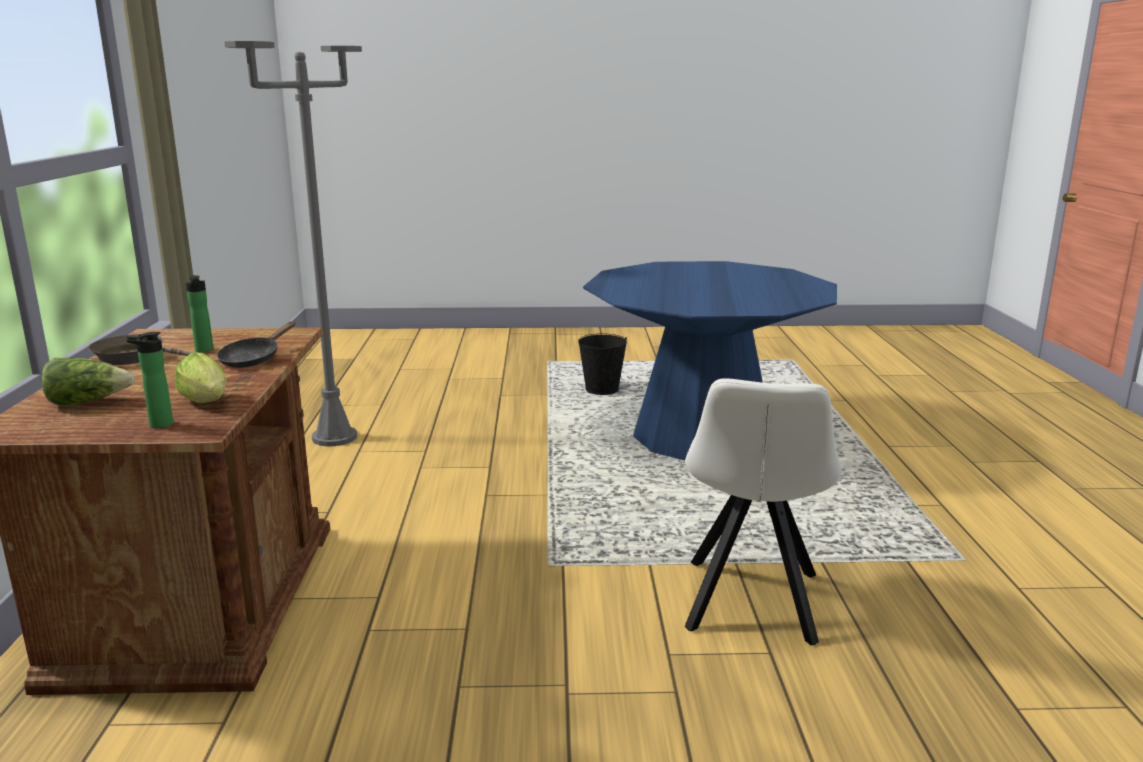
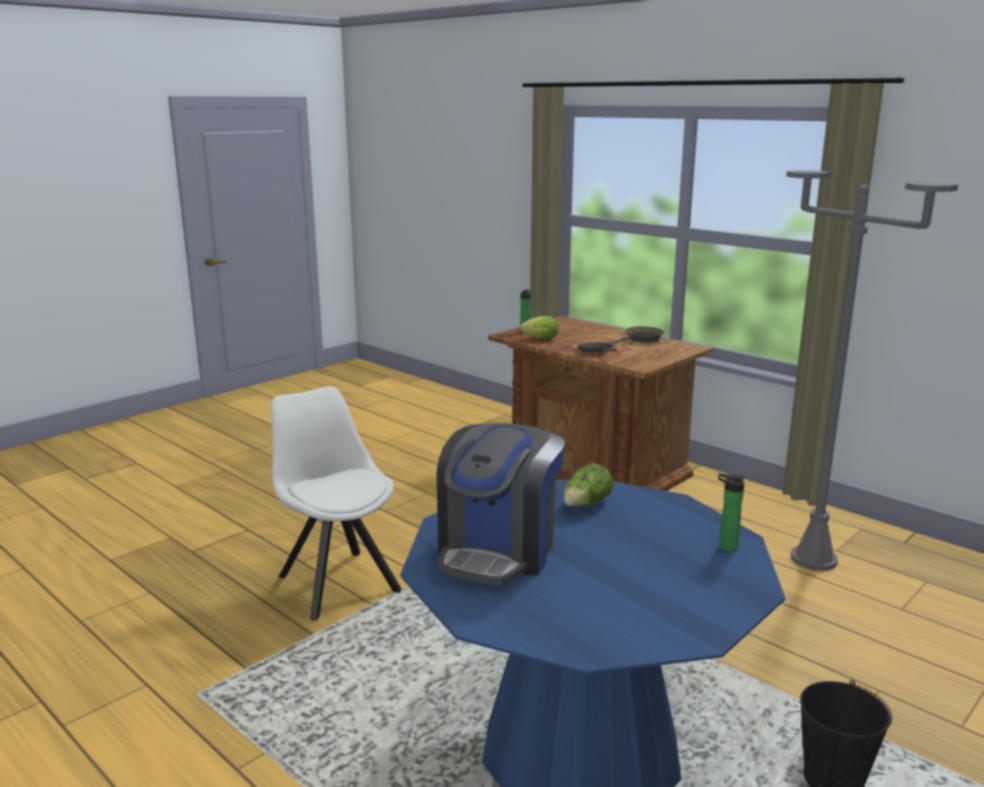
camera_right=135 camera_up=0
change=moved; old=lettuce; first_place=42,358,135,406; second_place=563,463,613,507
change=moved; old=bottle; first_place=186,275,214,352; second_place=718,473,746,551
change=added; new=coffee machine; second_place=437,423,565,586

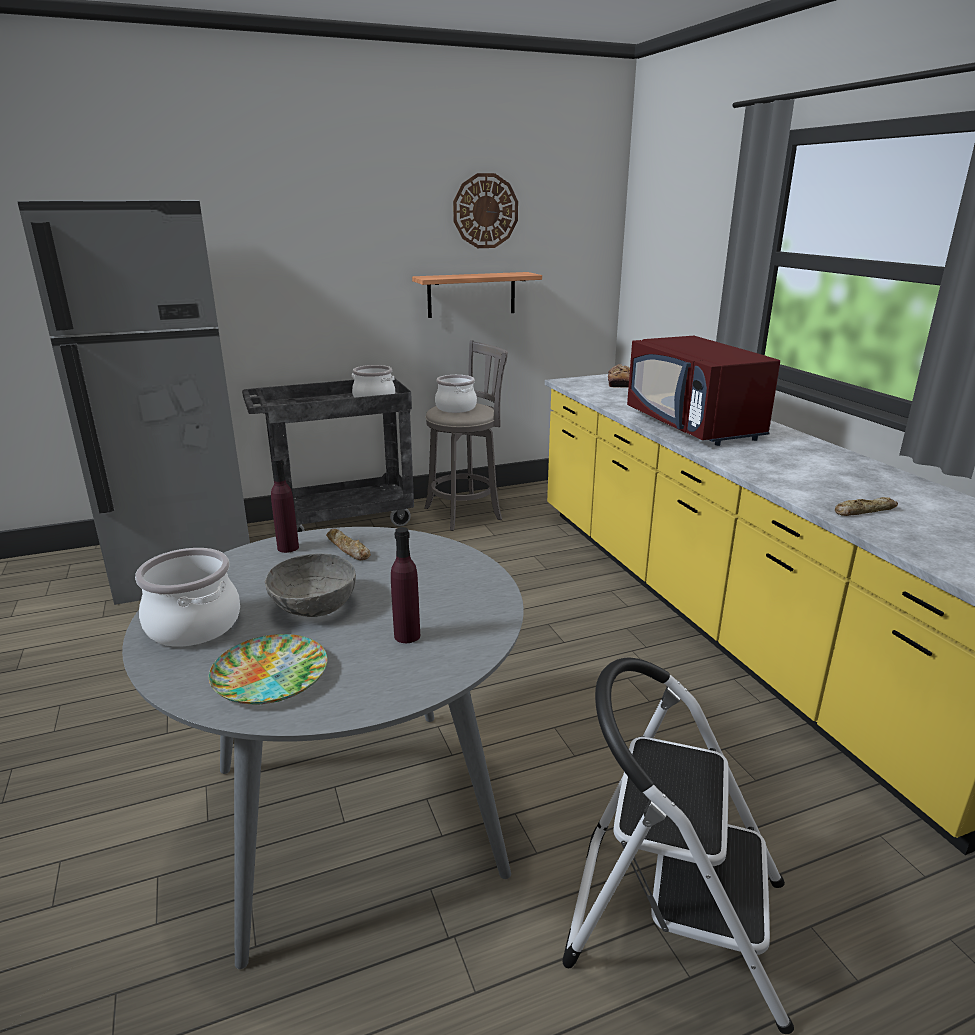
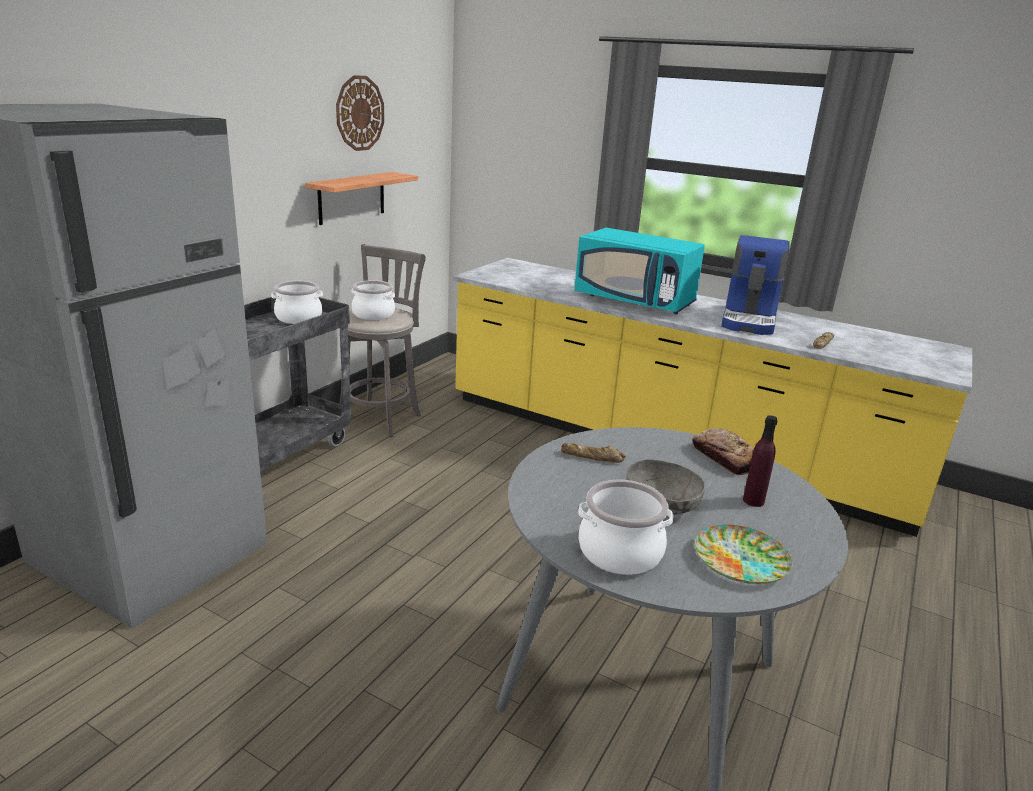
camera_right=-40 camera_up=0
change=removed; old=purple bottle; first_place=271,458,299,553
change=removed; old=step ladder; first_place=563,658,794,1034
change=moved; old=bread; first_place=608,364,630,388; second_place=692,428,754,475
change=recoloured; old=red microwave; new=turquoise microwave; first_place=627,336,780,446; second_place=574,228,705,314
change=added; new=coffee machine; second_place=721,235,790,335

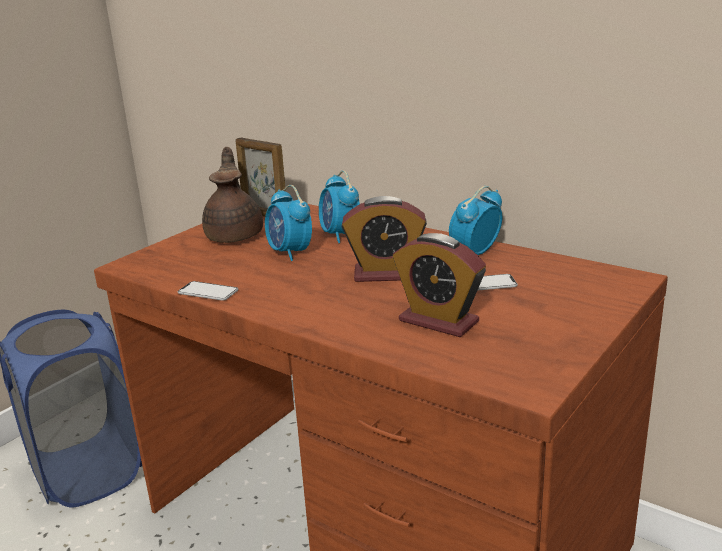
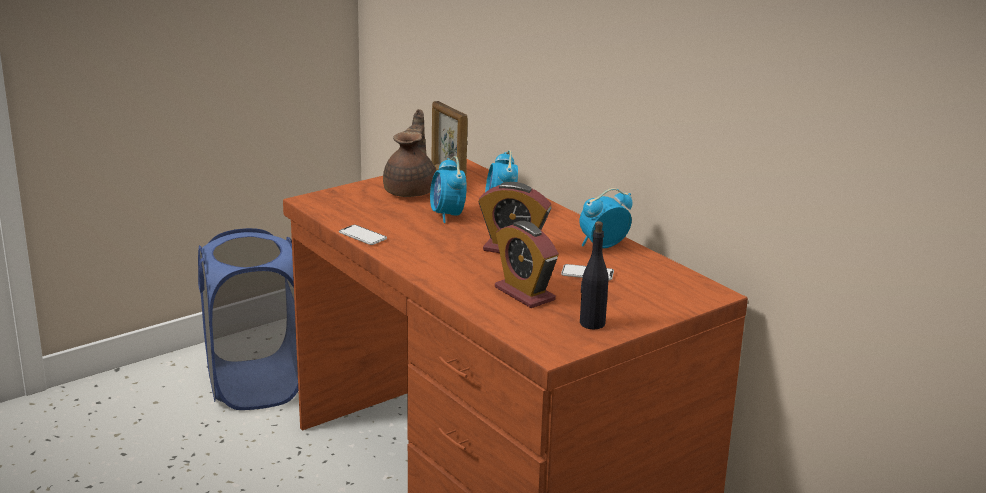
camera_right=15 camera_up=0
change=added; new=black bottle; second_place=580,221,609,330

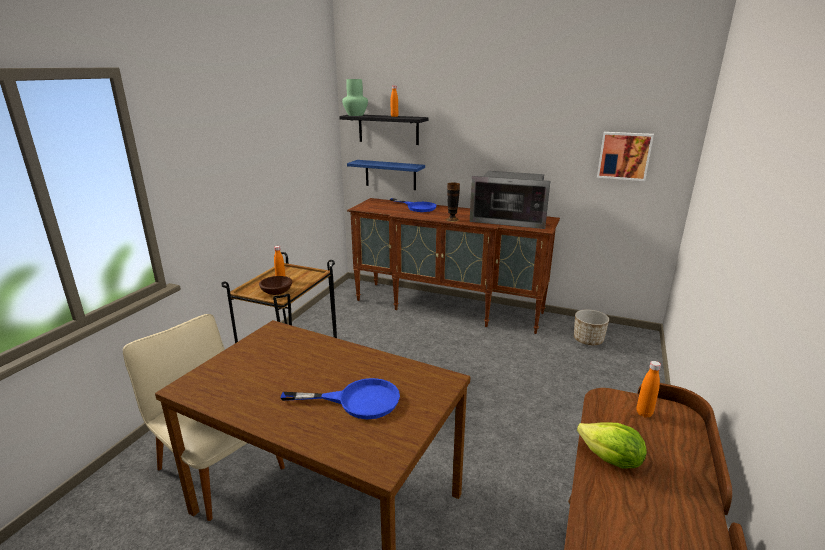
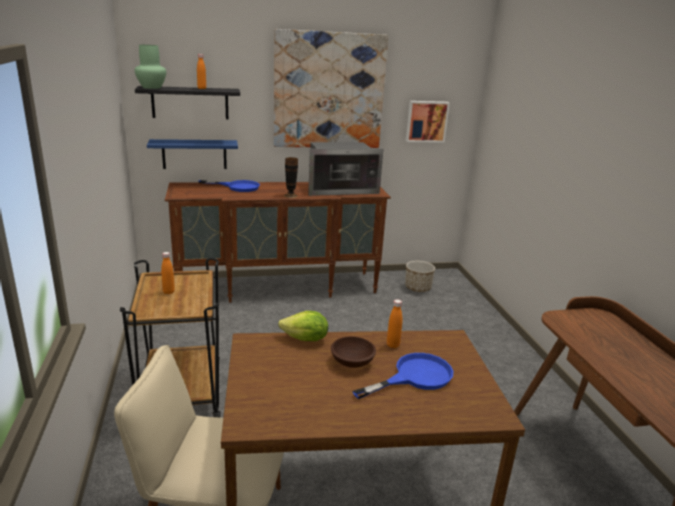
camera_right=-35 camera_up=0
change=moved; old=brown bowl; first_place=259,276,292,295; second_place=331,337,376,368
change=moved; old=lettuce; first_place=577,422,647,469; second_place=278,311,328,341
change=moved; old=orange bottle; first_place=636,361,661,418; second_place=387,299,402,348
change=added; new=picture; second_place=273,29,388,148

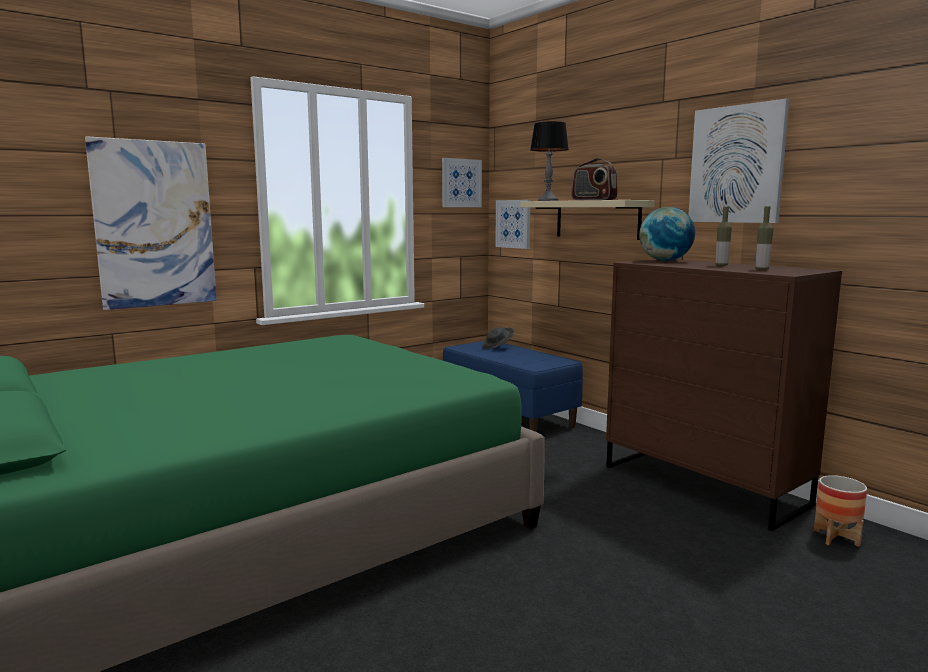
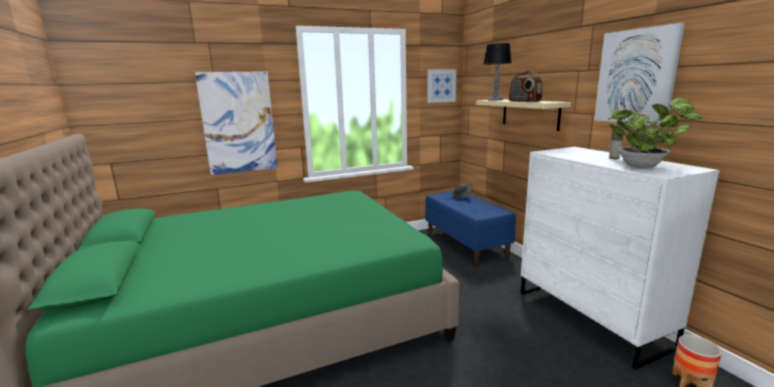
camera_right=15 camera_up=5
change=removed; old=picture; first_place=495,200,531,249
change=recoloured; old=brown dresser; new=white dresser; first_place=606,259,842,531; second_place=521,147,720,369
change=removed; old=globe; first_place=639,207,695,261
change=replaced; old=bottle; new=potted plant; first_place=755,206,773,270; second_place=608,98,703,168

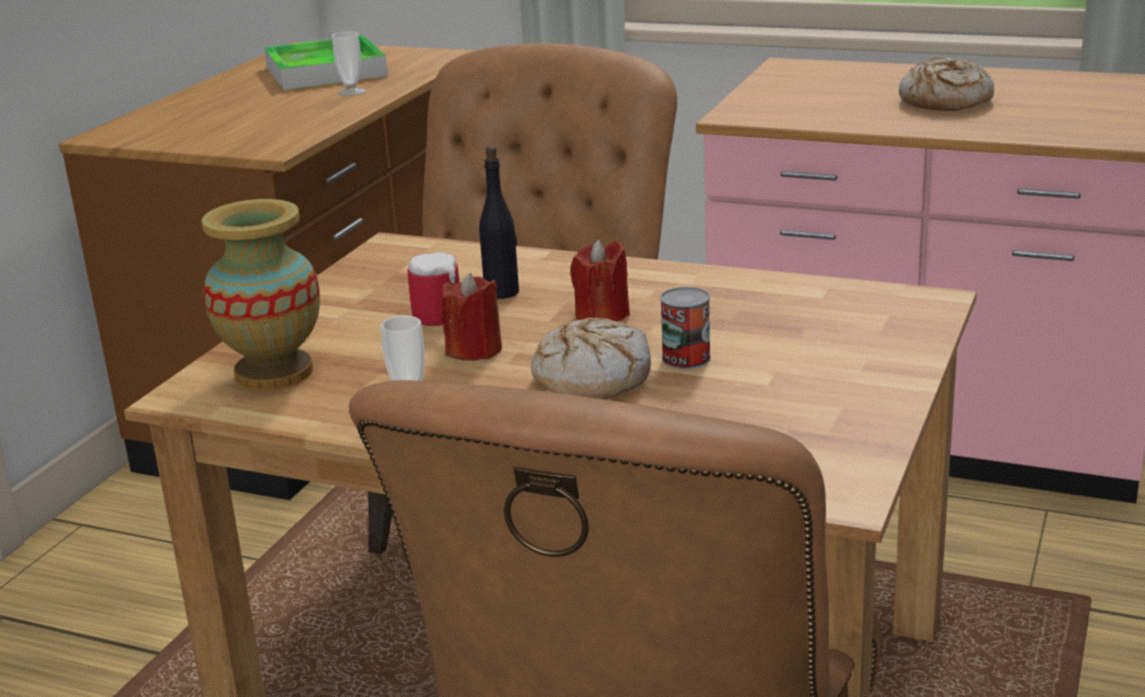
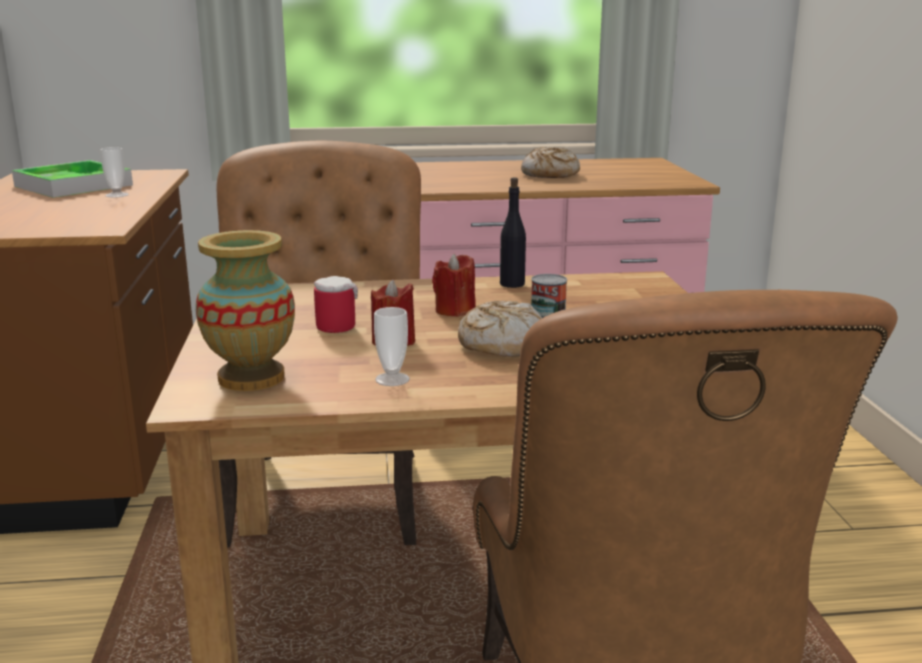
camera_right=-30 camera_up=-5
change=moved; old=black bottle; first_place=479,146,519,299; second_place=500,177,526,288

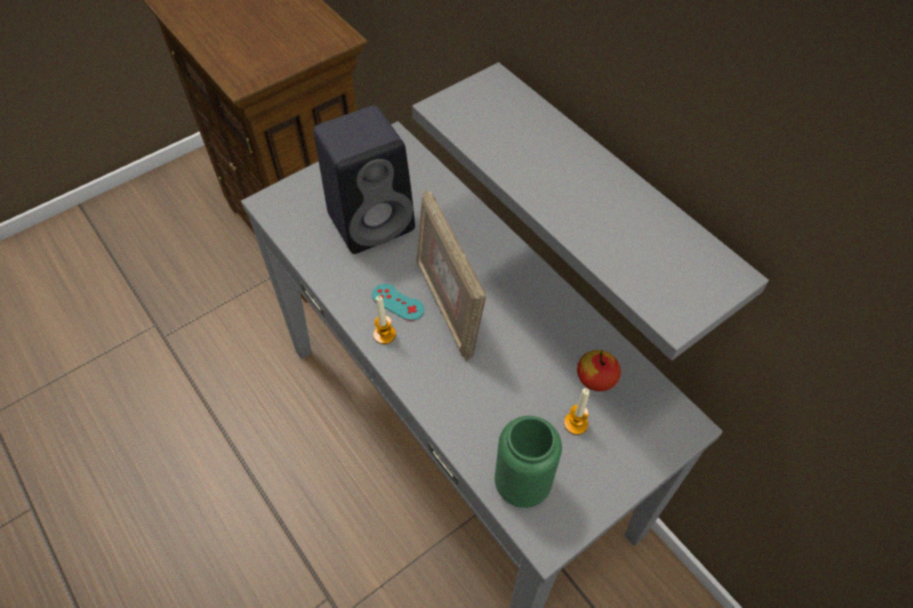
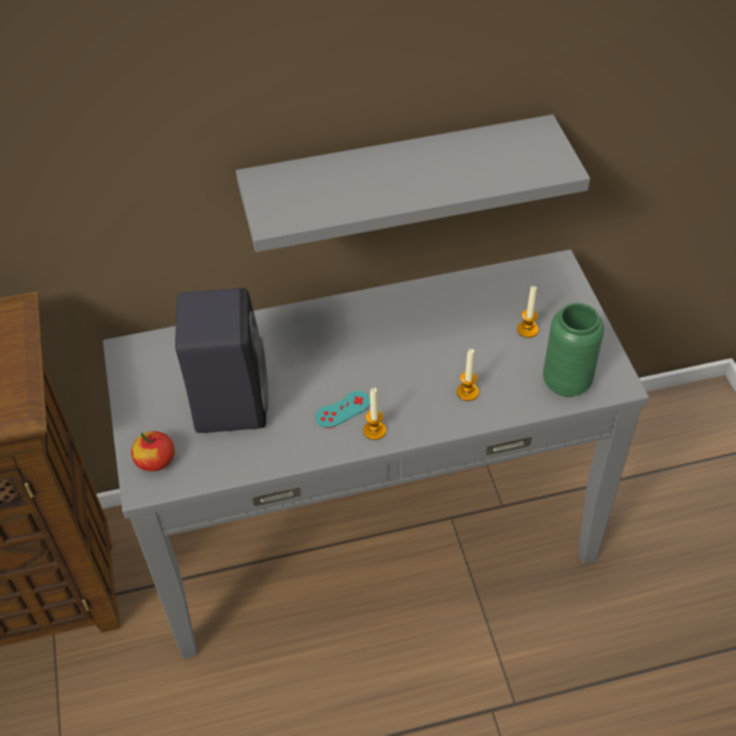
camera_right=-65 camera_up=-5
change=removed; old=picture frame; first_place=417,190,486,361
change=moved; old=apple; first_place=577,350,621,391; second_place=131,431,175,471
change=added; new=candle; second_place=457,349,479,401

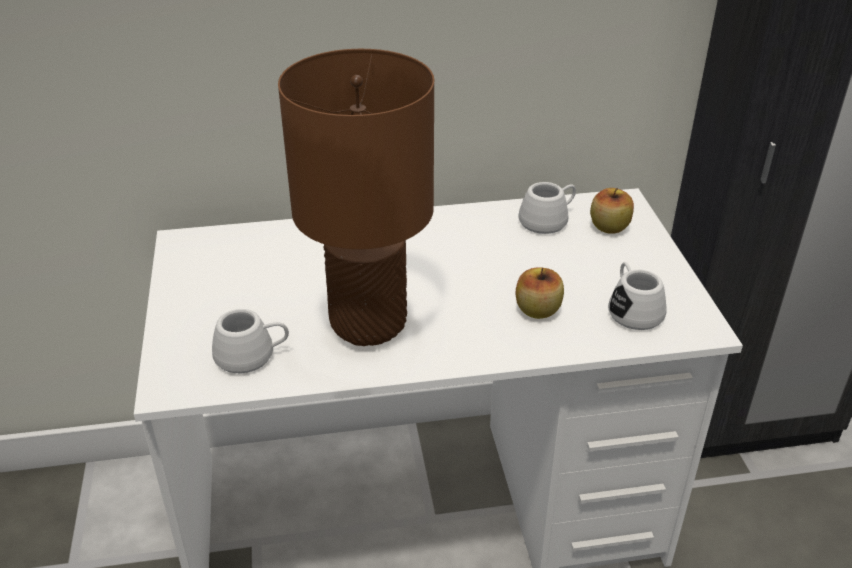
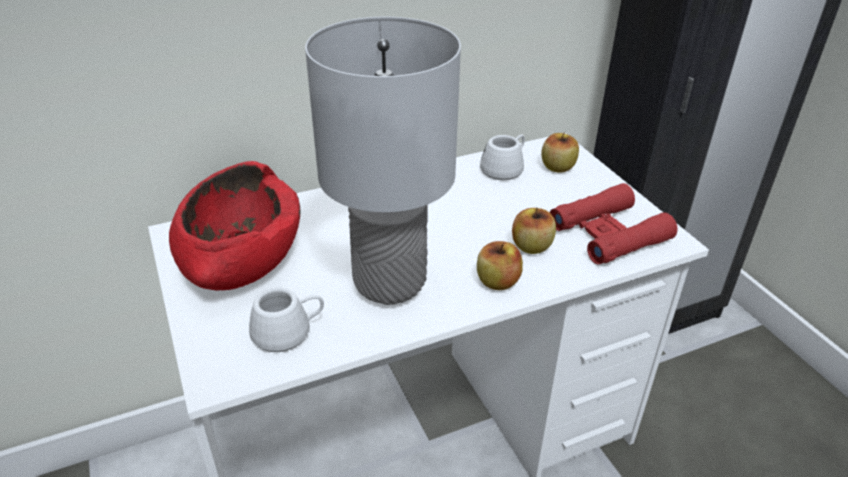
camera_right=-15 camera_up=0
change=recoloured; old=brown table lamp; new=grey table lamp; first_place=278,49,434,346; second_place=305,17,461,305
change=replaced; old=white mug; new=red binoculars; first_place=608,262,667,330; second_place=550,183,678,265
change=added; new=red bowl; second_place=169,161,300,290
change=added; new=apple; second_place=477,241,523,290

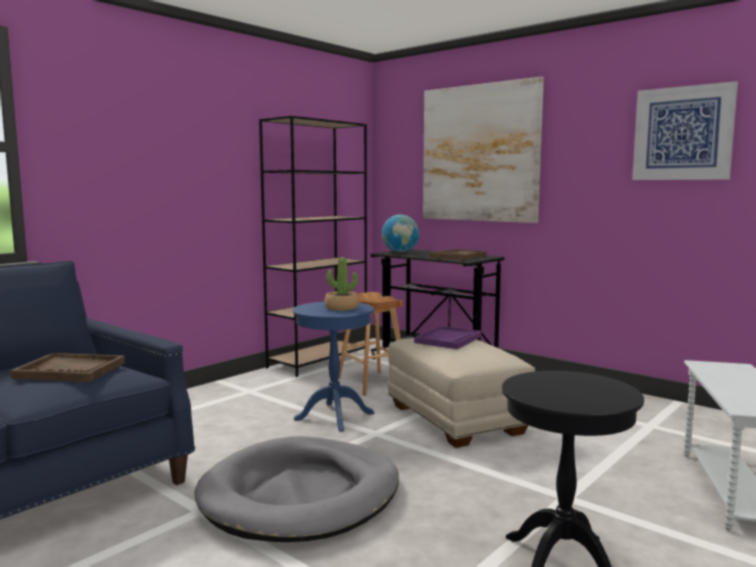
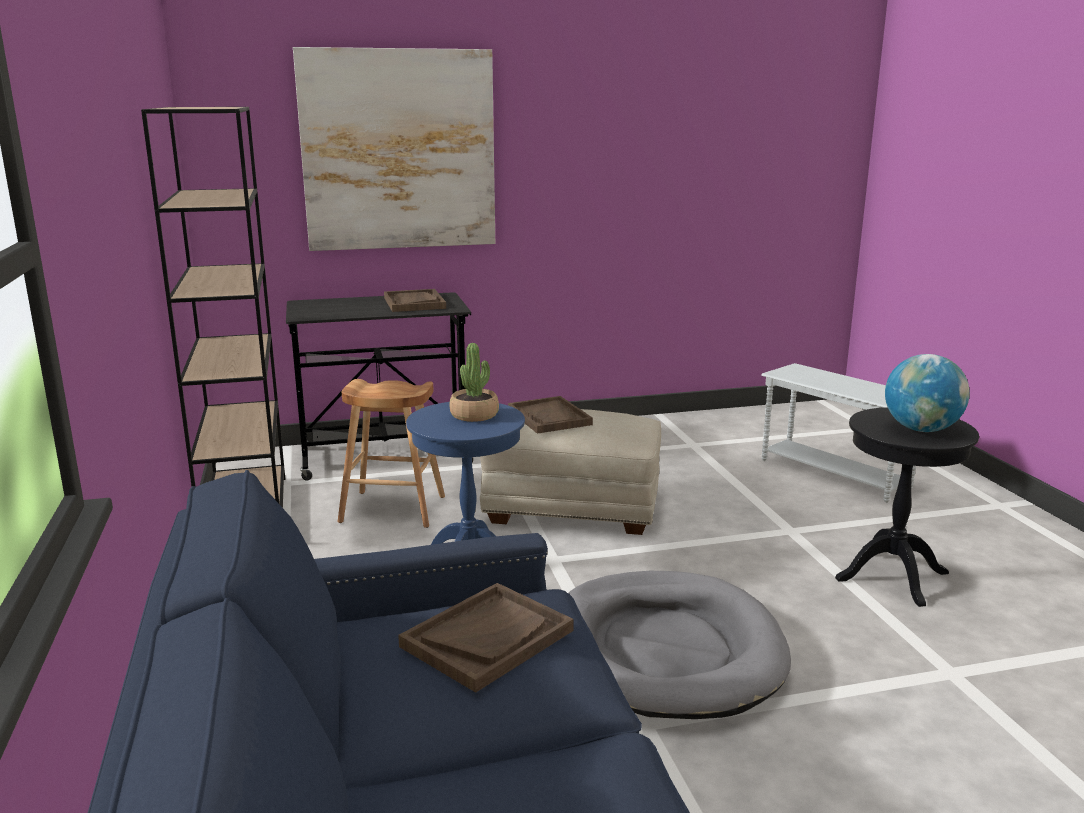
camera_right=-55 camera_up=10
change=moved; old=globe; first_place=382,214,419,252; second_place=885,354,970,432
change=recoloured; old=purple tray; new=brown tray; first_place=414,326,482,349; second_place=508,396,593,434
change=removed; old=picture; first_place=632,81,738,180

